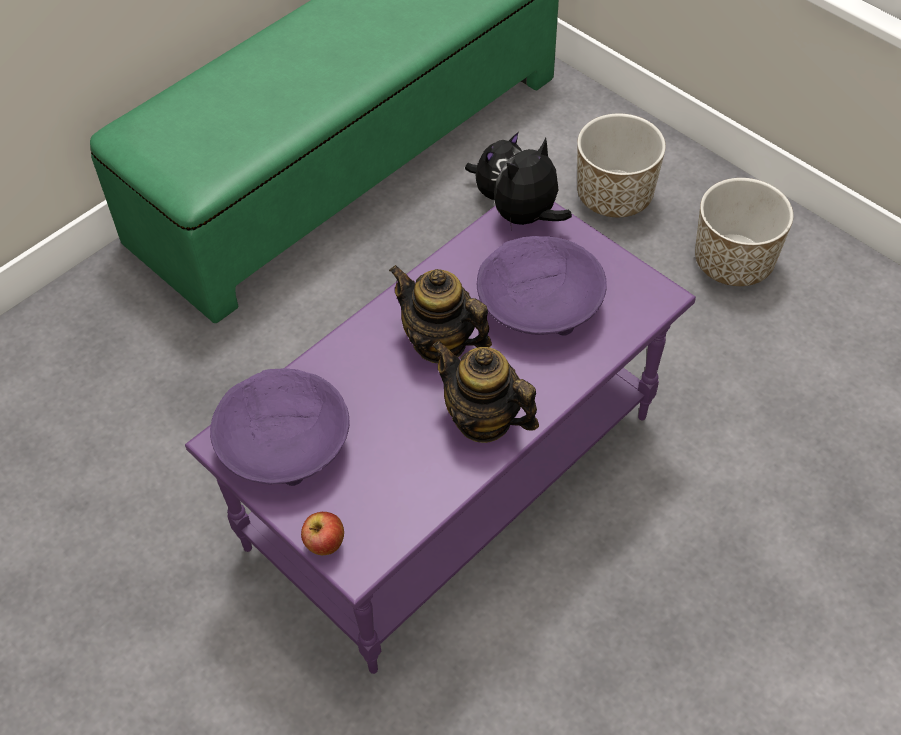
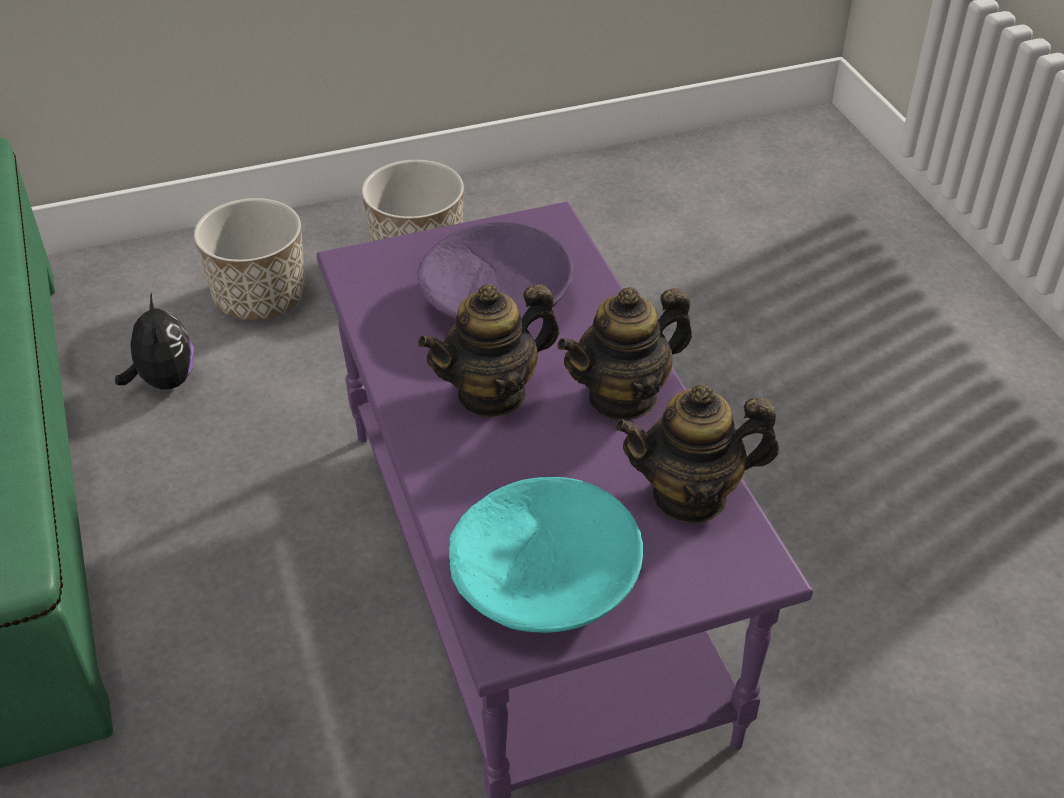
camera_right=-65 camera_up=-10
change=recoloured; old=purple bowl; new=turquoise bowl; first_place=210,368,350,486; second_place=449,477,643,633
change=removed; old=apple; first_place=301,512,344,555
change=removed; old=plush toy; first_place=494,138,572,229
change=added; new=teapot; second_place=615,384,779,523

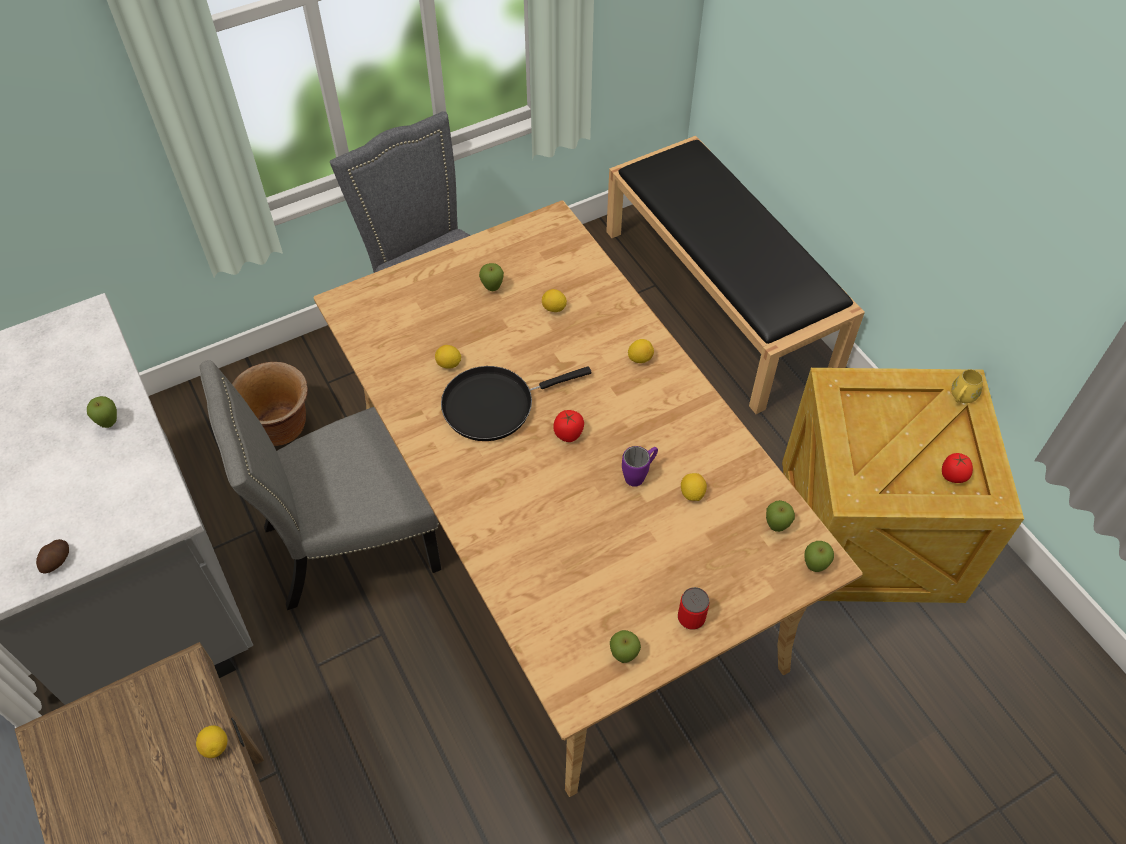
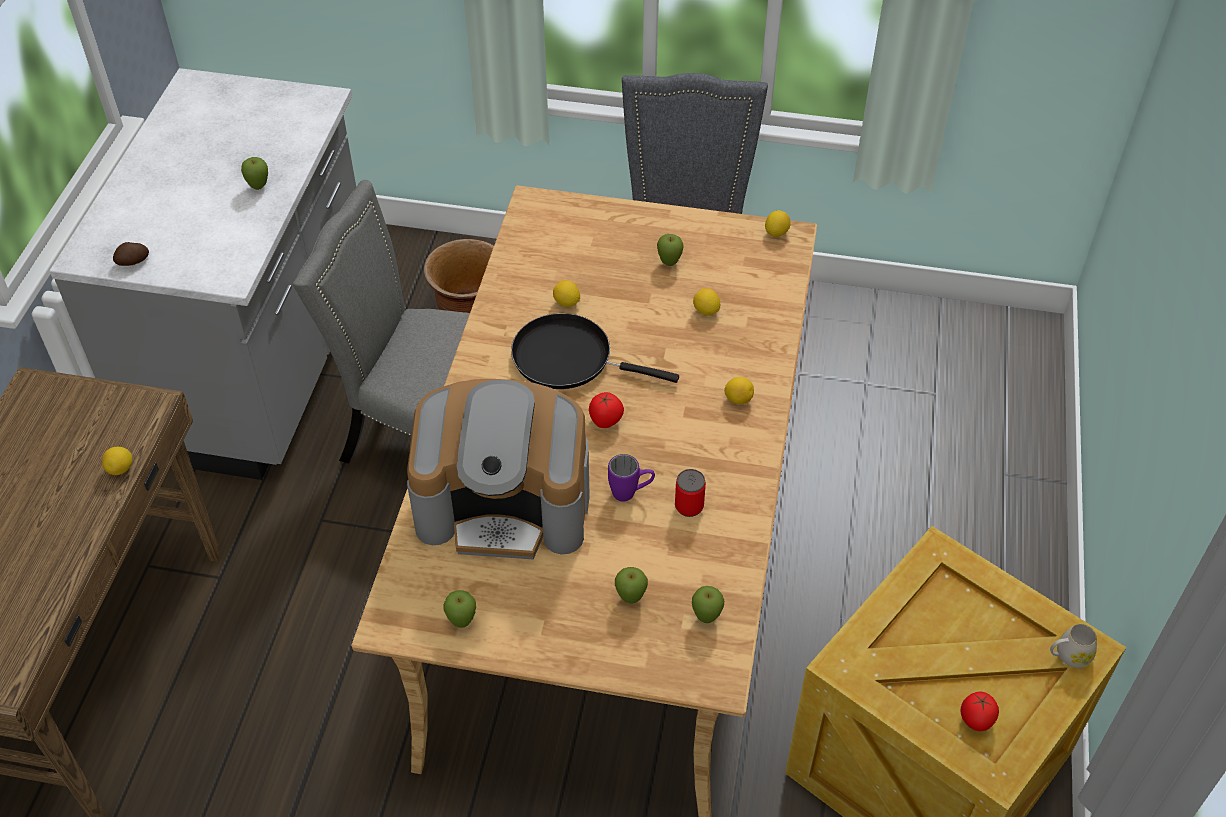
camera_right=40 camera_up=-5
change=removed; old=black bench; first_place=606,136,865,414
change=moved; old=can; first_place=678,587,709,630; second_place=675,469,706,517
change=moved; old=lemon; first_place=681,473,707,501; second_place=765,210,791,237
change=moved; old=apple; first_place=804,541,834,572; second_place=615,567,648,603
change=recoloured; old=yellow mug; new=white mug; first_place=951,369,983,403; second_place=1050,624,1097,668
change=added; new=coffee machine; second_place=407,379,590,559

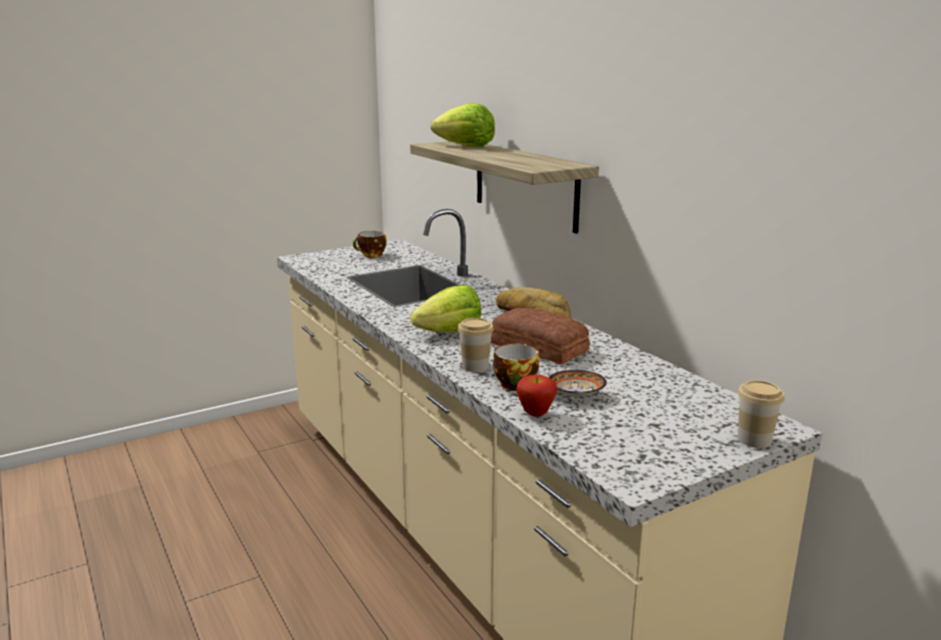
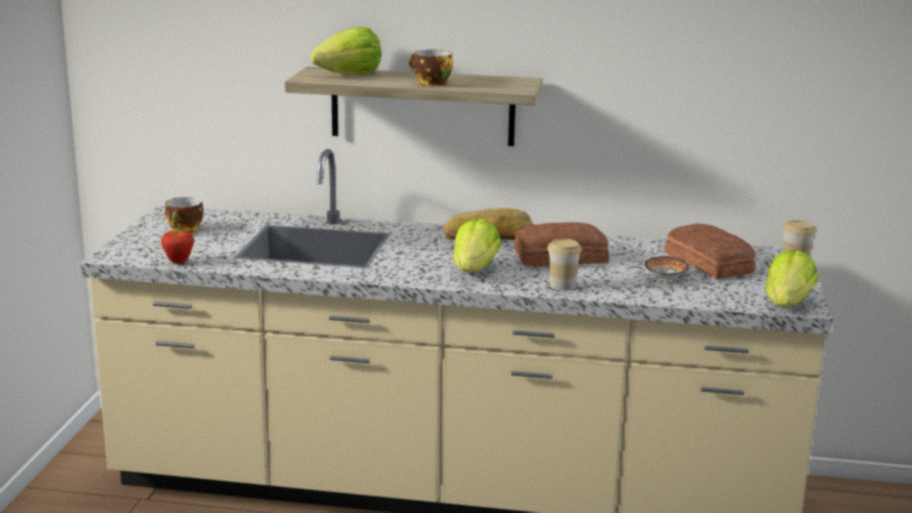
camera_right=-50 camera_up=0
change=moved; old=cup; first_place=493,344,539,391; second_place=408,50,453,86
change=moved; old=apple; first_place=517,374,557,417; second_place=161,230,194,264
change=added; new=bread; second_place=665,224,756,279
change=added; new=lettuce; second_place=765,250,818,307

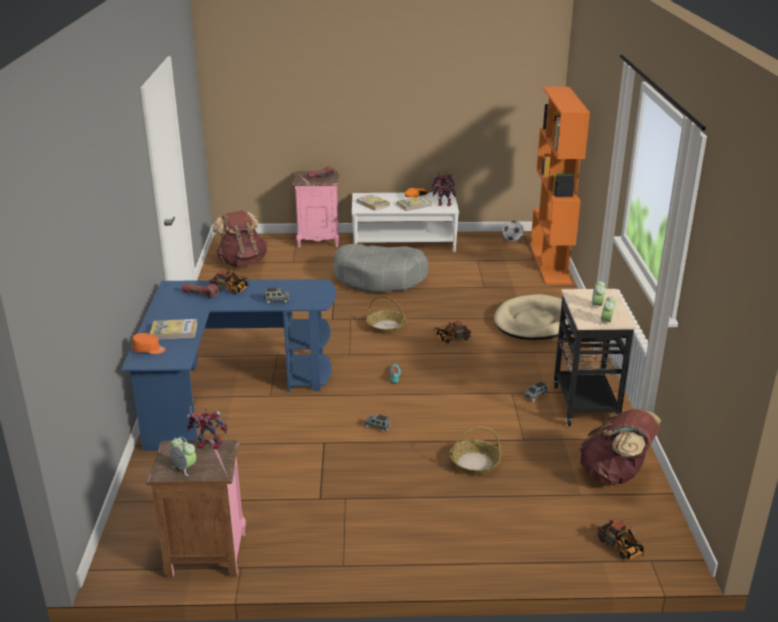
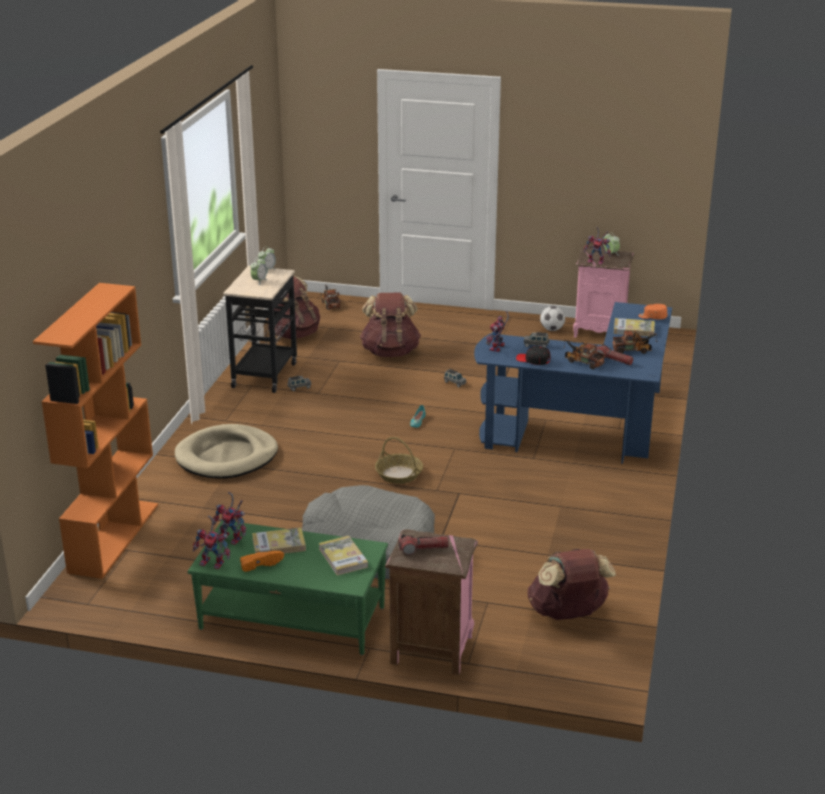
camera_right=-165 camera_up=0
change=recoloured; old=white coffee table; new=green coffee table; first_place=352,192,459,252; second_place=188,520,388,655
change=moved; old=toy truck; first_place=434,320,472,343; second_place=613,330,657,354
change=replaced; old=basket; new=brown backpack; first_place=450,426,501,475; second_place=360,293,421,357
change=moved; old=football; first_place=502,220,524,242; second_place=540,306,565,331
change=added; new=toy robot; second_place=486,311,509,352
change=added; new=black cap; second_place=516,346,550,365

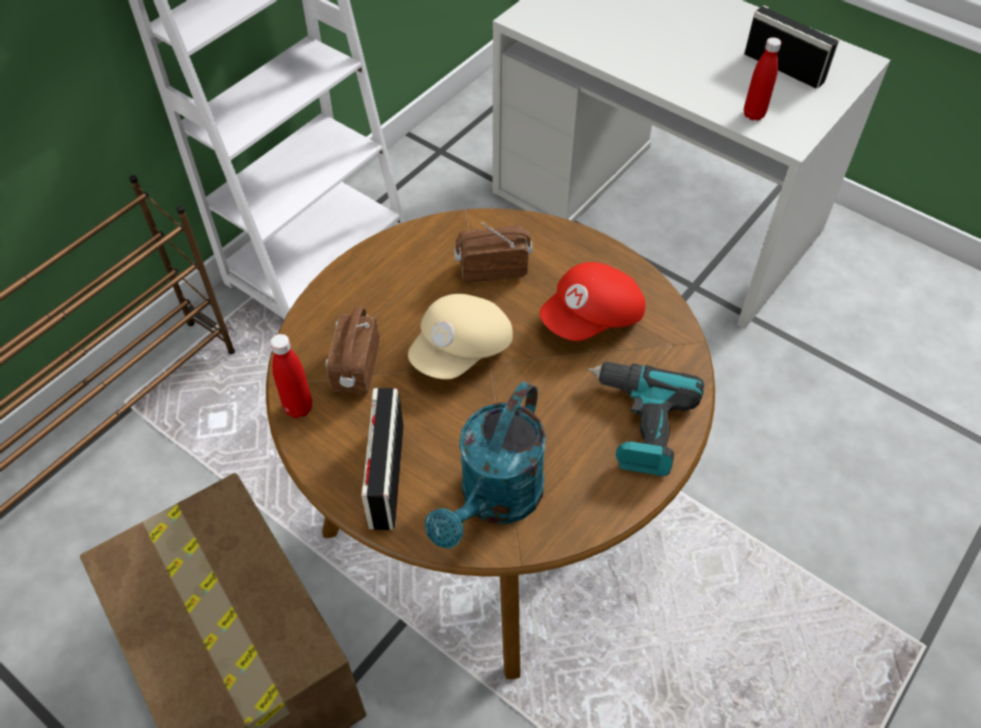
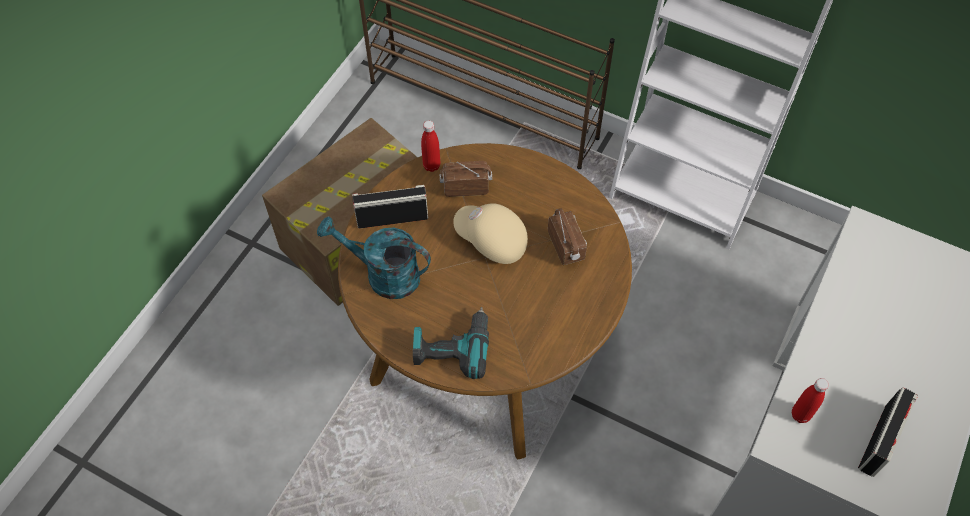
camera_right=80 camera_up=5
change=removed; old=red cap; first_place=540,262,646,341

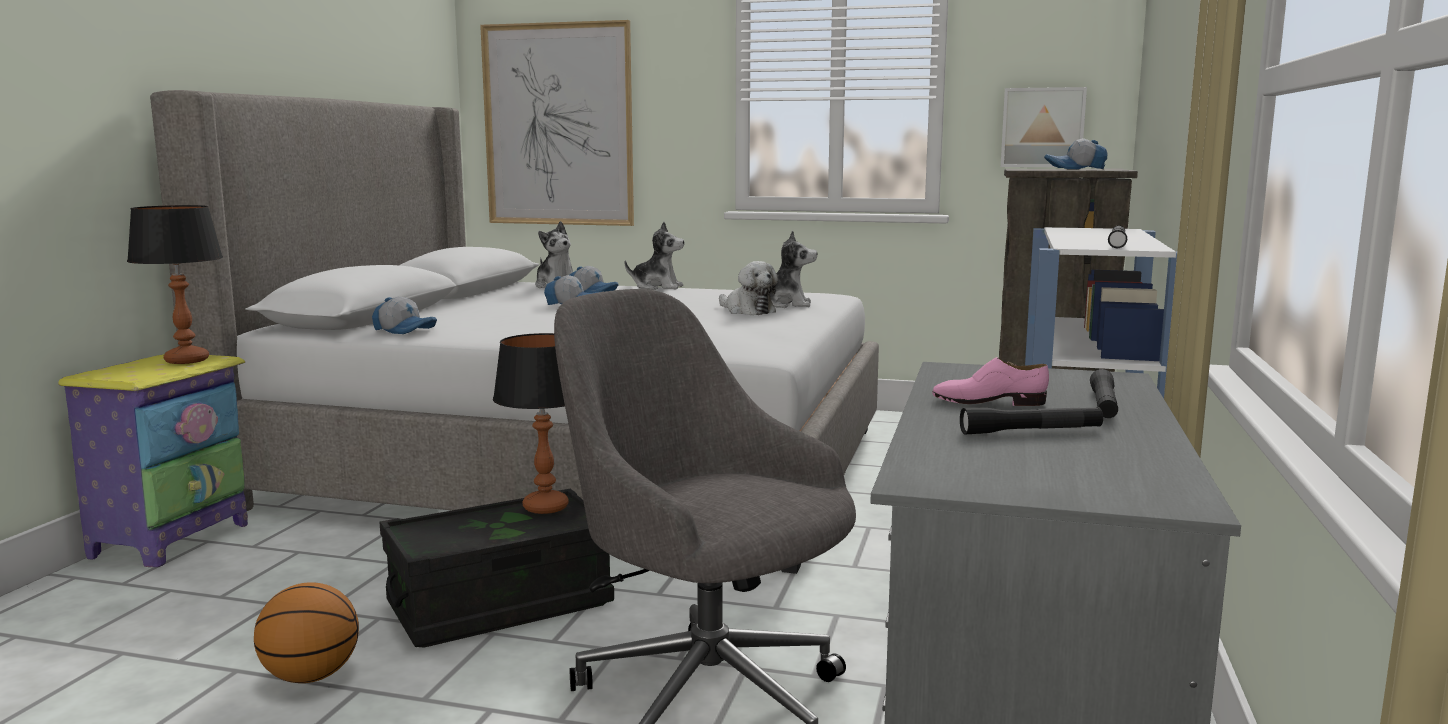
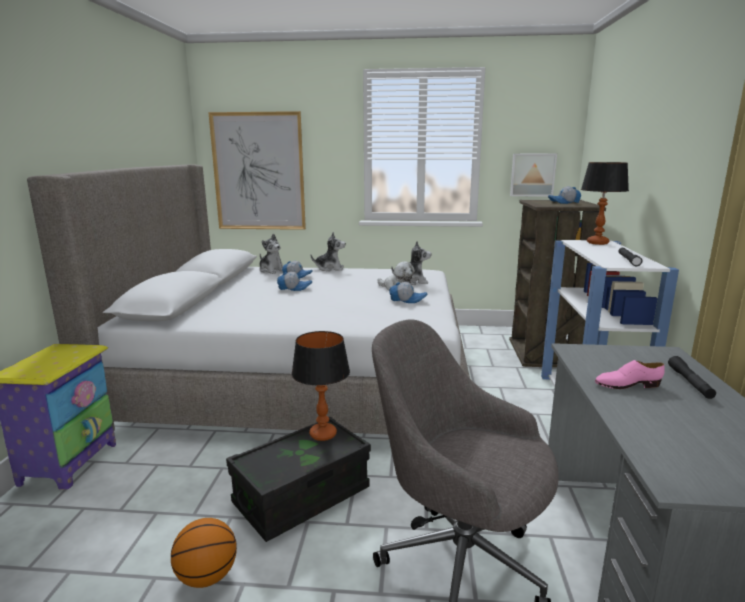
camera_right=-10 camera_up=5
change=moved; old=table lamp; first_place=127,205,223,364; second_place=581,162,629,245
change=moved; old=cap; first_place=372,296,437,334; second_place=390,282,427,303
change=removed; old=black flashlight; first_place=960,407,1103,435

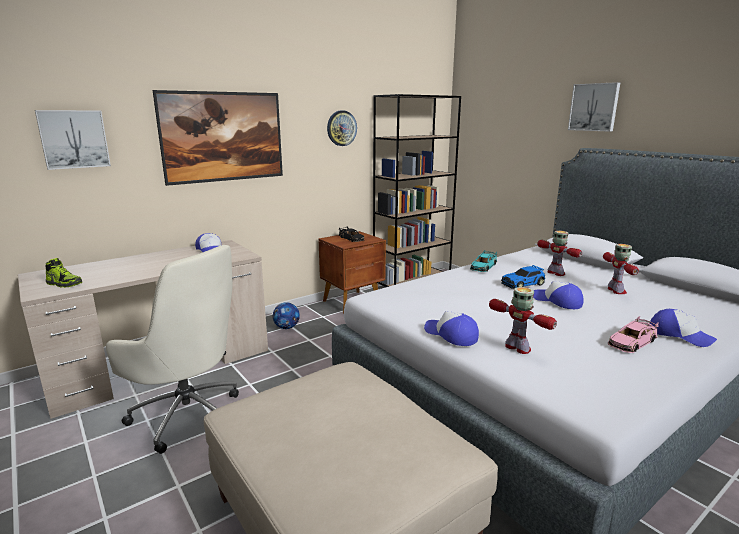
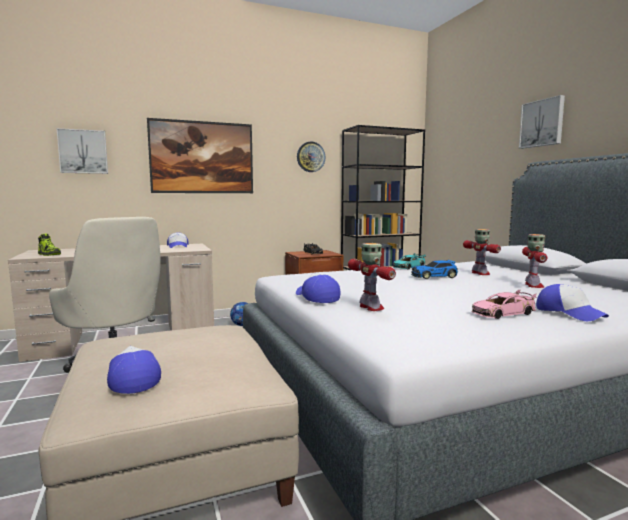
camera_right=15 camera_up=-10
change=moved; old=cap; first_place=533,281,584,309; second_place=107,346,161,394

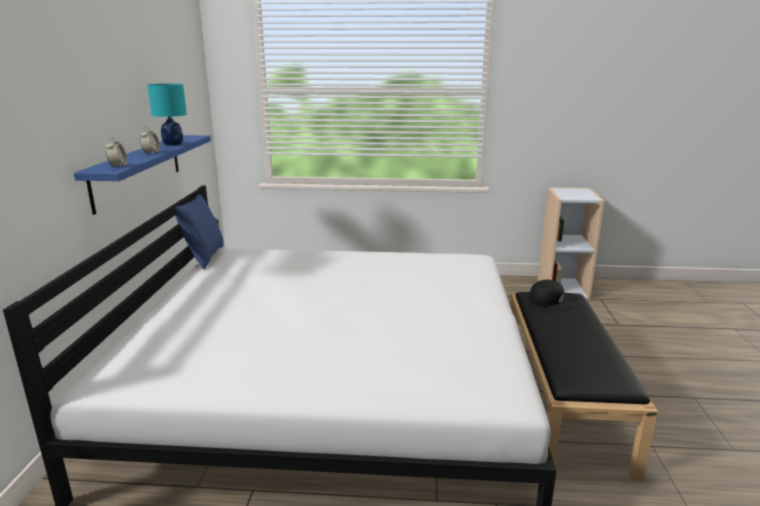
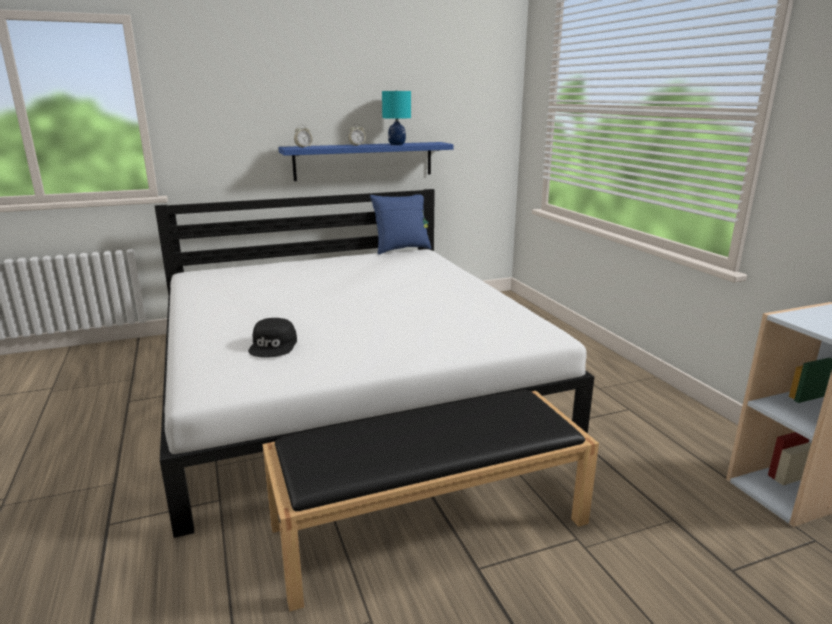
camera_right=65 camera_up=0
change=moved; old=black cap; first_place=529,280,576,310; second_place=248,318,297,358

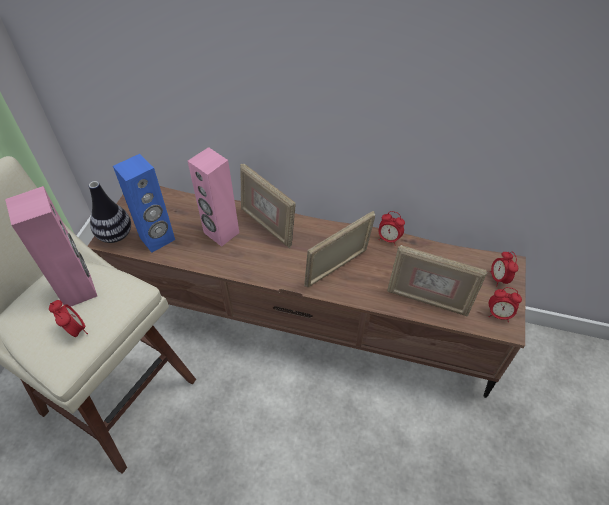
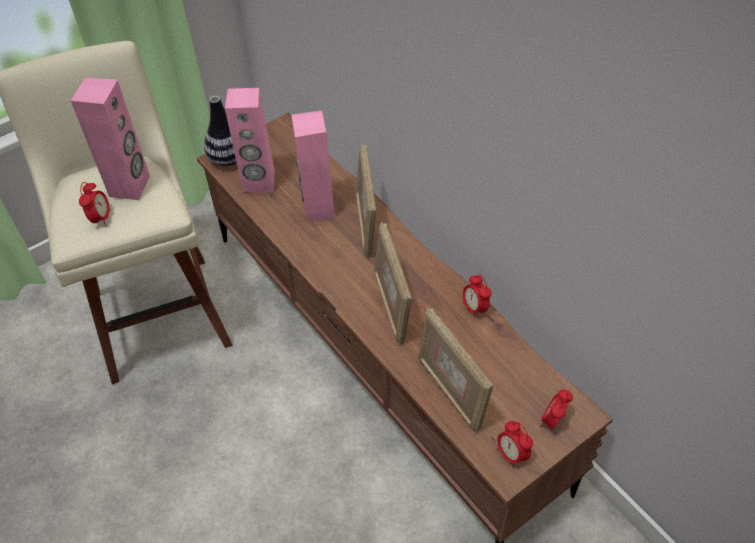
camera_right=40 camera_up=0
change=recoloured; old=blue speaker; new=pink speaker; first_place=113,154,175,253; second_place=225,88,275,193
change=turned; old=picture frame; first_place=304,211,376,287; second_place=374,222,412,346; degrees=-105

